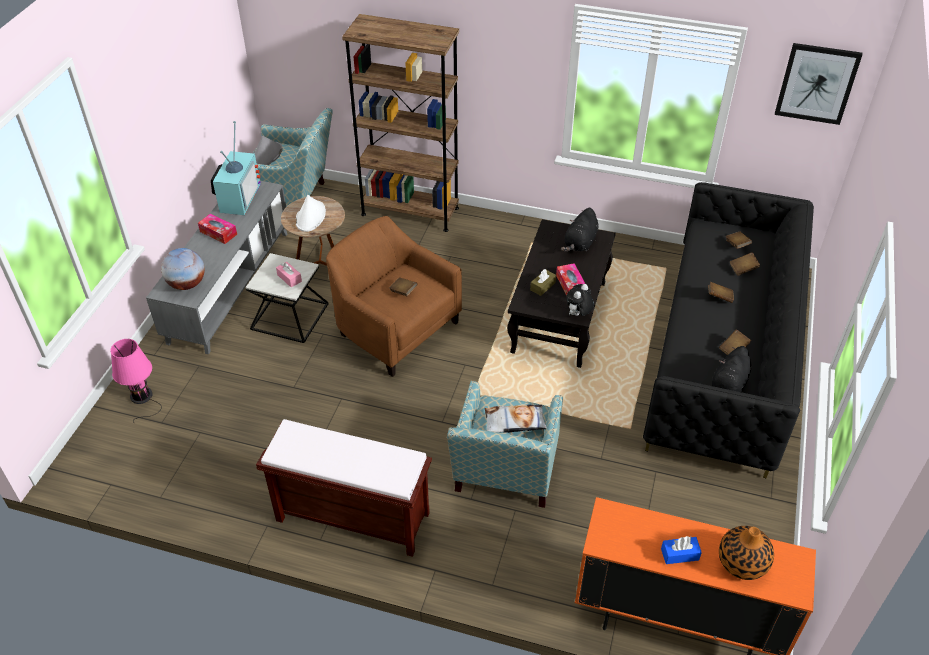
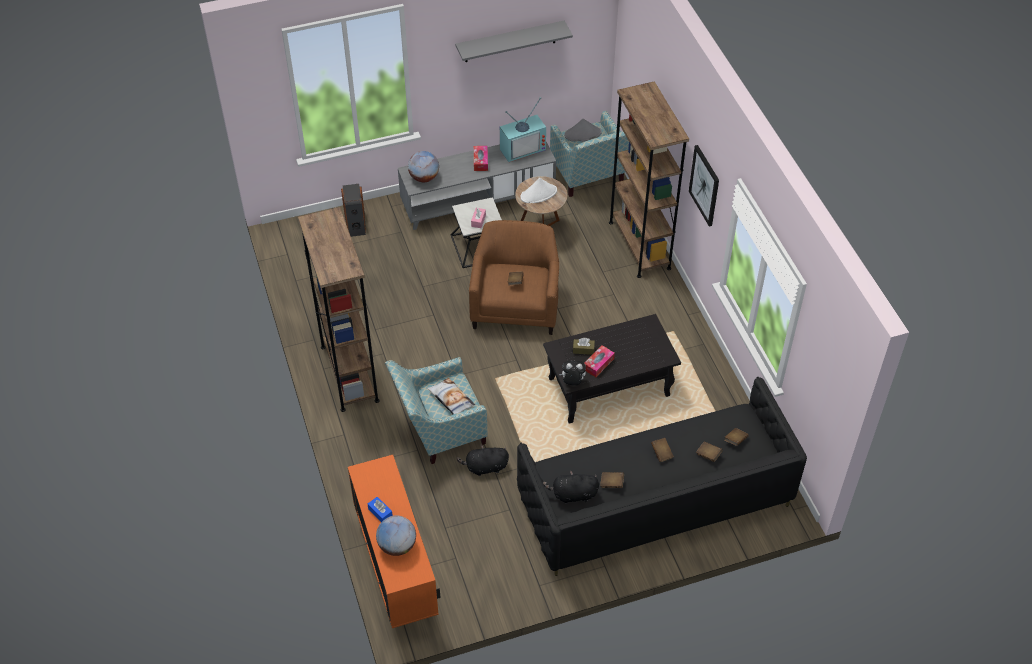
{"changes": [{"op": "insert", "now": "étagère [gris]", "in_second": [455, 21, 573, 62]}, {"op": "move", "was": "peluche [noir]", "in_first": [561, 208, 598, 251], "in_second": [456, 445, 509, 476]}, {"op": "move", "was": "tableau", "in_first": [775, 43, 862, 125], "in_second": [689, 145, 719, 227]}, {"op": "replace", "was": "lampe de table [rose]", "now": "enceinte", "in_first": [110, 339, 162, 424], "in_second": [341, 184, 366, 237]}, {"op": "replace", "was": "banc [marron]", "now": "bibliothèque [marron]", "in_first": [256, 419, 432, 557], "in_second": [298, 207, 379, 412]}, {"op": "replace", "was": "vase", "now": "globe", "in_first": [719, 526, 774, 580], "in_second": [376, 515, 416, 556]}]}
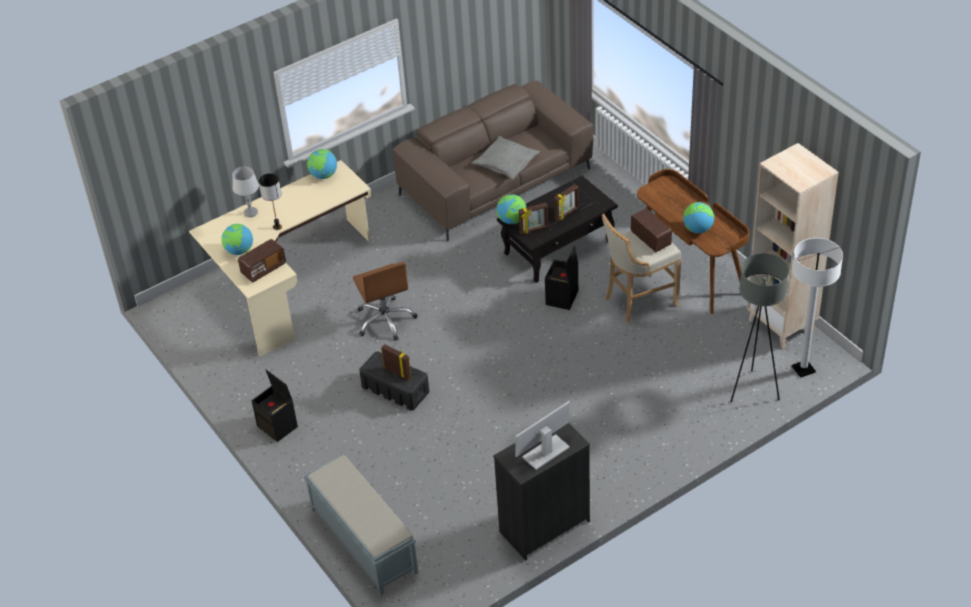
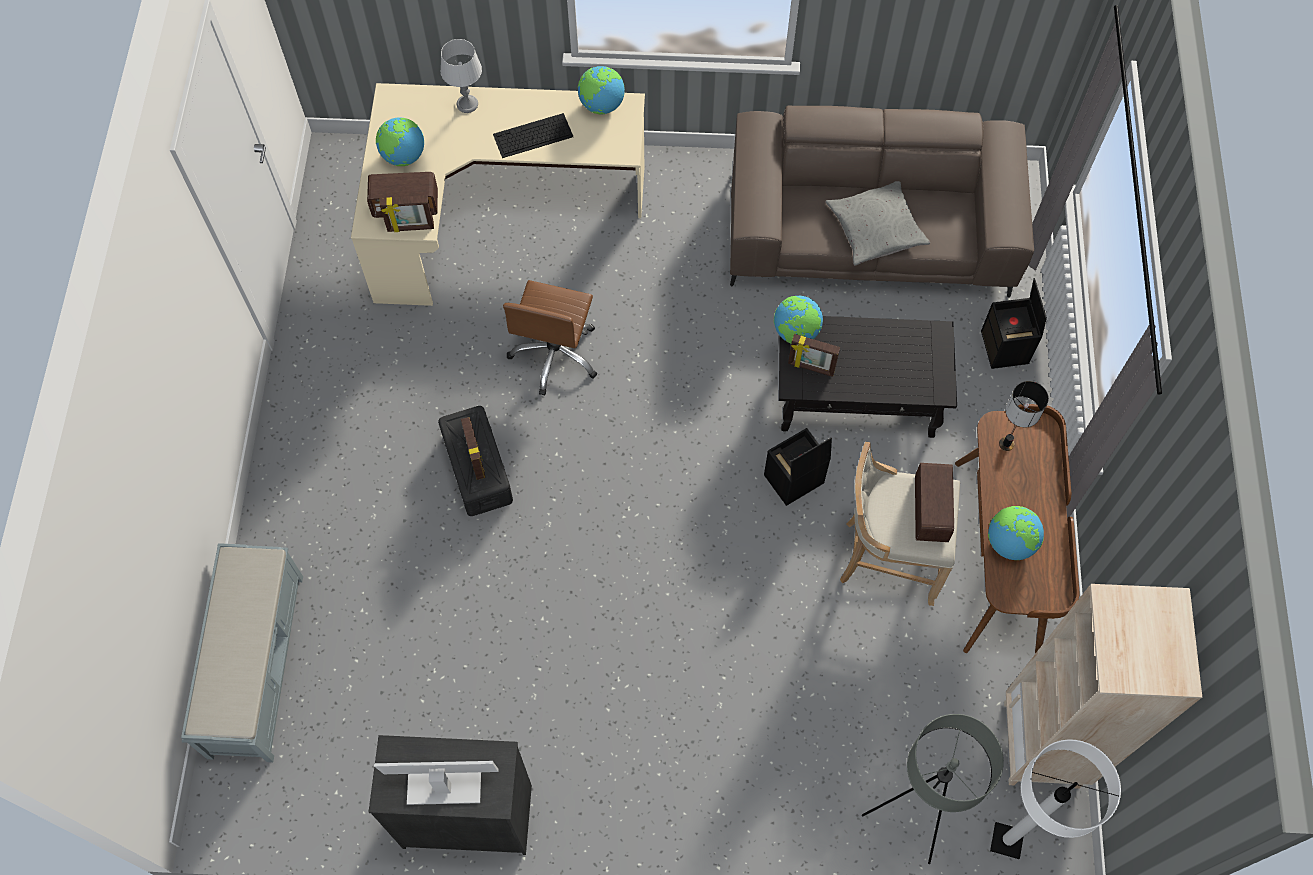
{"changes": [{"op": "insert", "now": "clavier", "in_second": [493, 113, 574, 158]}, {"op": "move", "was": "boîte de rangement [noir]", "in_first": [252, 369, 298, 442], "in_second": [981, 278, 1047, 369]}, {"op": "move", "was": "lampe de table", "in_first": [259, 173, 282, 230], "in_second": [999, 381, 1049, 451]}, {"op": "move", "was": "cadre photo", "in_first": [554, 184, 578, 221], "in_second": [380, 195, 434, 232]}]}
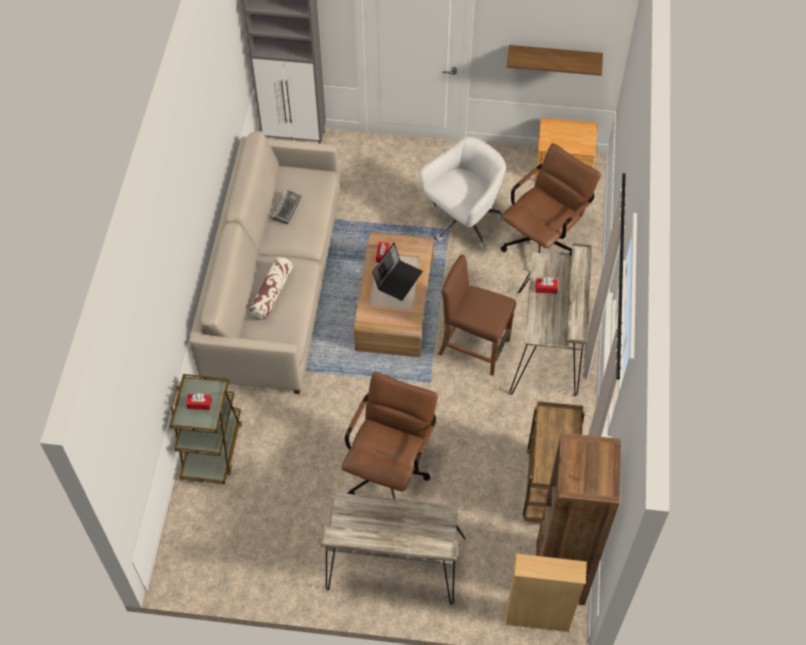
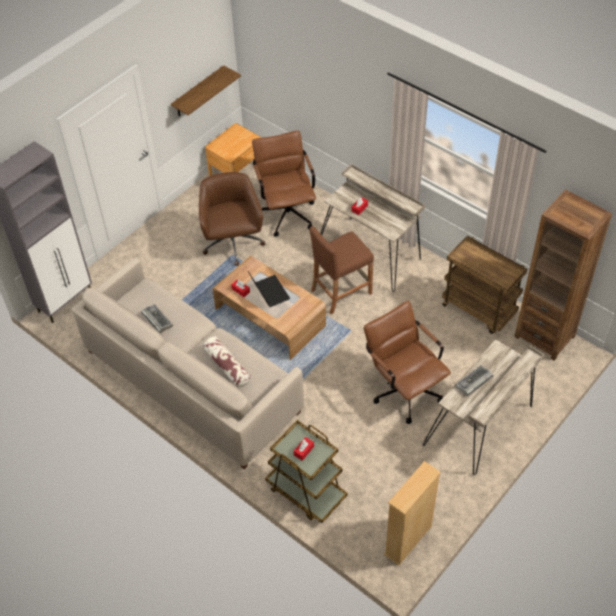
{"changes": [{"op": "insert", "now": "clavier", "in_second": [455, 365, 493, 396]}, {"op": "move", "was": "bibliothèque [beige]", "in_first": [505, 554, 587, 632], "in_second": [384, 461, 441, 565]}, {"op": "recolor", "was": "chaise de bureau [blanc]", "now": "chaise de bureau [marron]", "in_first": [420, 137, 506, 248], "in_second": [199, 172, 265, 266]}]}
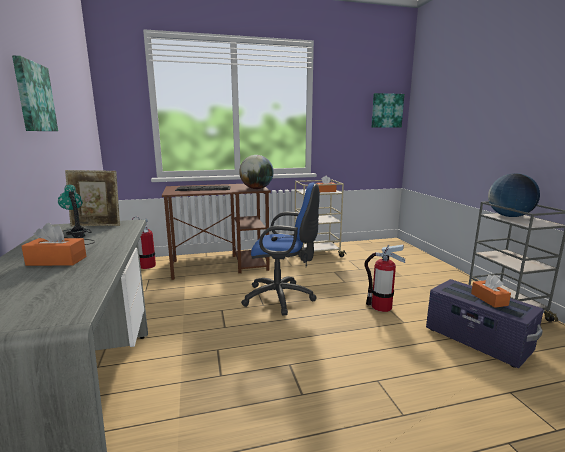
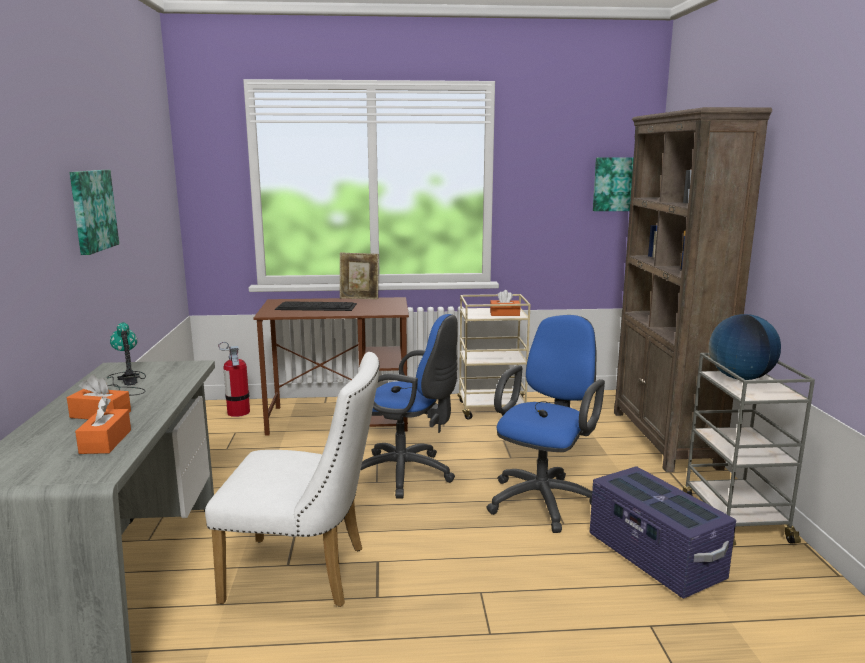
{"changes": [{"op": "delete", "was": "globe", "in_first": [239, 155, 274, 189]}, {"op": "insert", "now": "chaise [blanc]", "in_second": [205, 352, 380, 607]}, {"op": "insert", "now": "bibliothèque [marron]", "in_second": [614, 107, 772, 472]}, {"op": "move", "was": "cadre photo", "in_first": [65, 170, 120, 227], "in_second": [340, 252, 379, 299]}, {"op": "move", "was": "boîte à mouchoirs [orange]", "in_first": [471, 275, 511, 308], "in_second": [75, 397, 131, 454]}, {"op": "replace", "was": "extincteur", "now": "chaise de bureau [bleu]", "in_first": [364, 245, 405, 312], "in_second": [486, 315, 605, 533]}]}
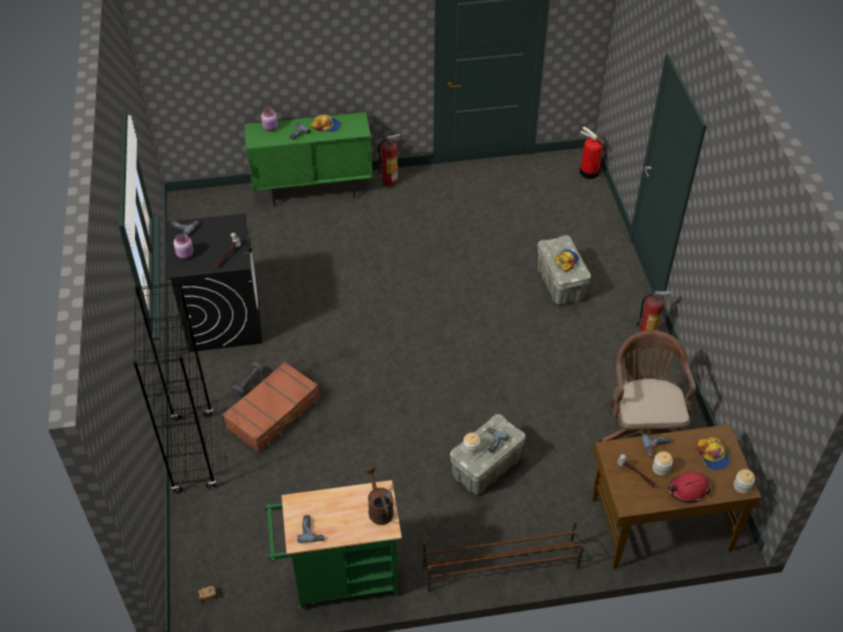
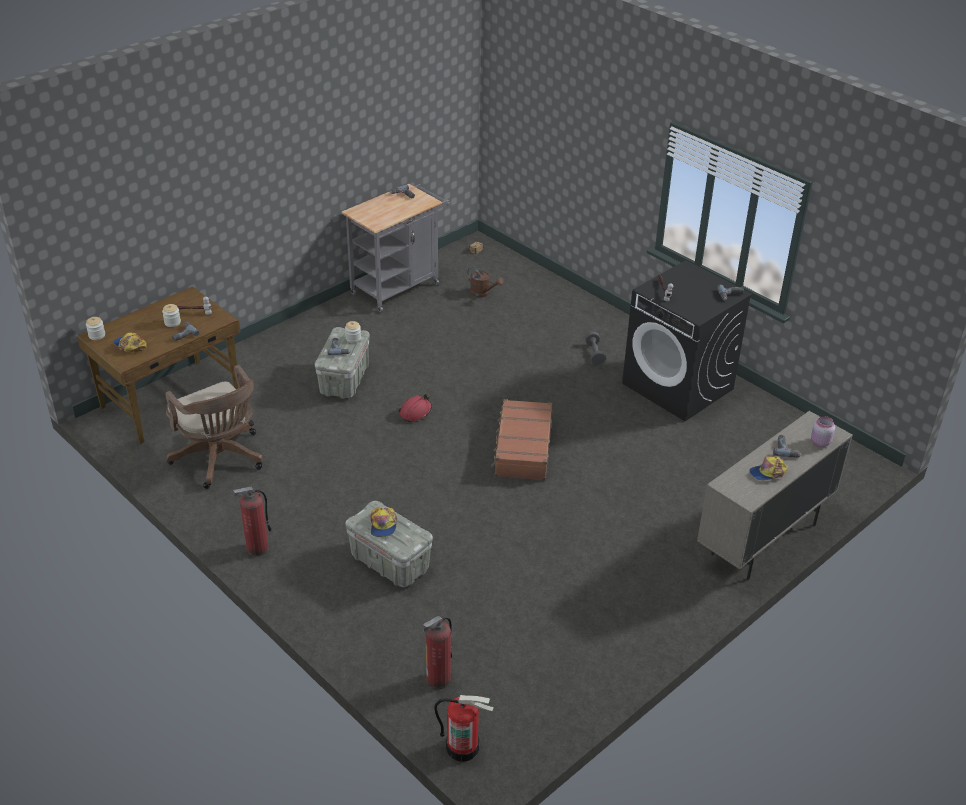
{"changes": [{"op": "delete", "was": "bibliothèque [noir]", "in_first": [133, 281, 216, 493]}, {"op": "delete", "was": "bocal [rose]", "in_first": [174, 233, 193, 259]}, {"op": "delete", "was": "étagère à chaussures [marron]", "in_first": [423, 520, 584, 592]}, {"op": "move", "was": "valise [marron]", "in_first": [223, 362, 320, 452], "in_second": [491, 399, 553, 480]}, {"op": "move", "was": "arrosoir [marron]", "in_first": [365, 466, 394, 525], "in_second": [467, 267, 504, 298]}, {"op": "move", "was": "extincteur", "in_first": [378, 134, 400, 187], "in_second": [423, 615, 452, 689]}, {"op": "move", "was": "casque de chantier [rouge]", "in_first": [668, 472, 710, 502], "in_second": [398, 394, 432, 422]}, {"op": "recolor", "was": "meuble de rangement [vert]", "now": "meuble de rangement [beige]", "in_first": [244, 112, 373, 206], "in_second": [697, 411, 853, 580]}, {"op": "recolor", "was": "chariot [vert]", "now": "chariot [gris]", "in_first": [265, 480, 402, 609], "in_second": [342, 184, 450, 312]}]}
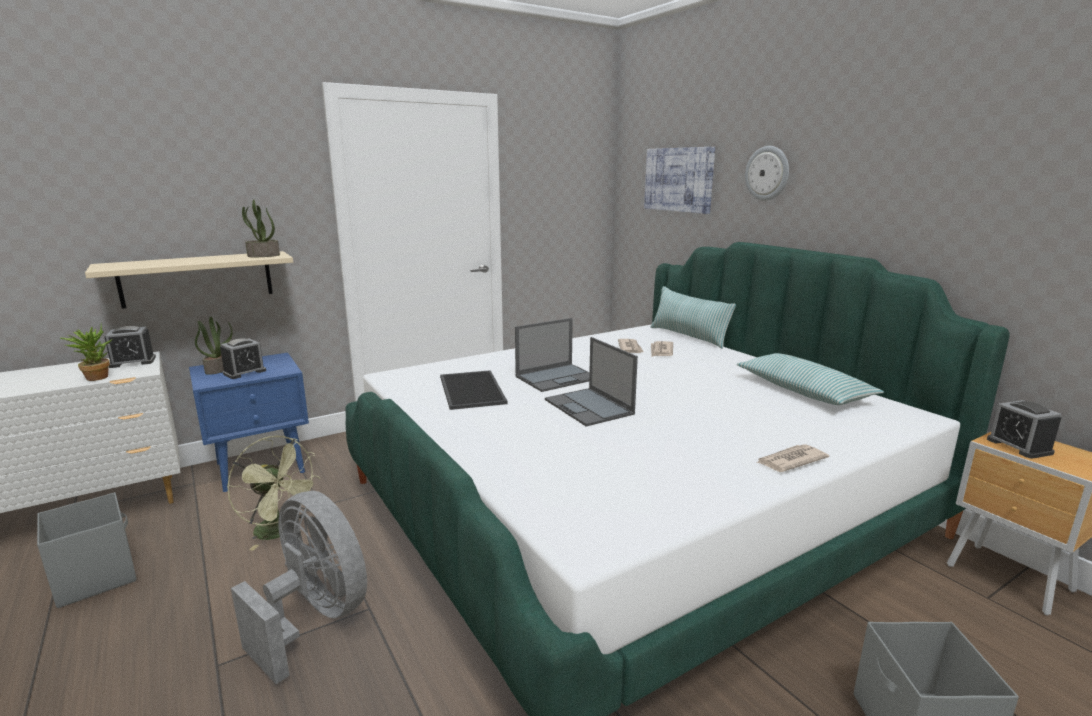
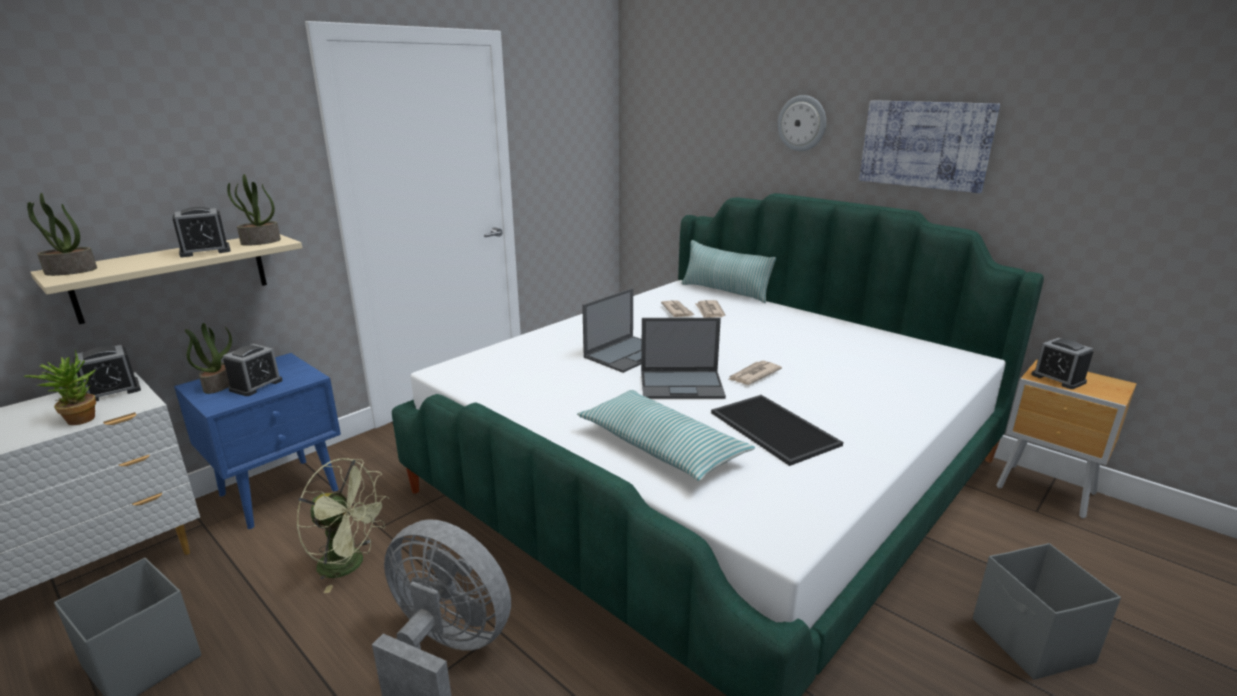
{"changes": [{"op": "insert", "now": "plante en pot", "in_second": [27, 193, 97, 276]}, {"op": "insert", "now": "réveil", "in_second": [172, 207, 231, 257]}, {"op": "move", "was": "plateau", "in_first": [440, 370, 507, 410], "in_second": [711, 395, 843, 466]}, {"op": "move", "was": "tableau", "in_first": [644, 147, 715, 214], "in_second": [859, 100, 1000, 193]}, {"op": "move", "was": "coussin", "in_first": [737, 353, 884, 405], "in_second": [577, 390, 755, 481]}, {"op": "move", "was": "journal", "in_first": [756, 444, 829, 472], "in_second": [728, 361, 782, 385]}, {"op": "rotate", "was": "ordinateur portable", "in_first": [545, 337, 638, 426], "in_second": [641, 318, 726, 399], "clockwise": -45}]}
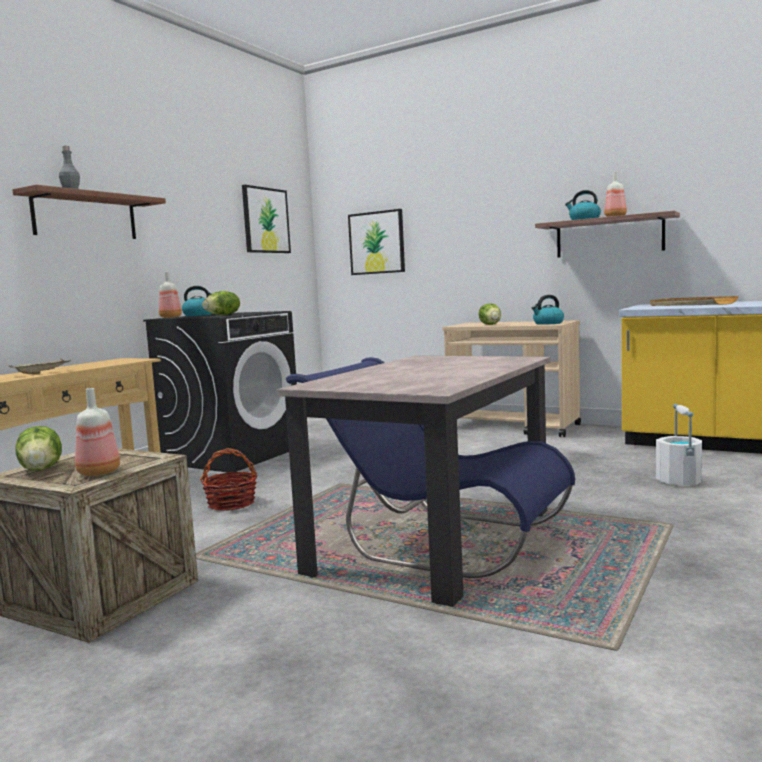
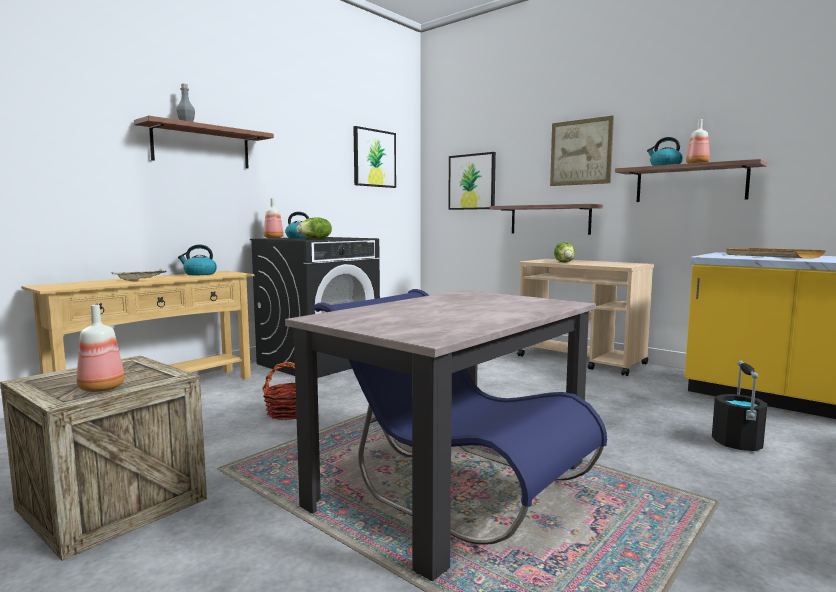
{"changes": [{"op": "delete", "was": "laitue", "in_first": [15, 426, 62, 471]}, {"op": "insert", "now": "étagère", "in_second": [490, 204, 603, 235]}, {"op": "insert", "now": "tableau", "in_second": [550, 116, 614, 186]}, {"op": "move", "was": "bouilloire", "in_first": [531, 295, 564, 325], "in_second": [178, 245, 217, 275]}, {"op": "recolor", "was": "seau [blanc]", "now": "seau [noir]", "in_first": [656, 404, 702, 486], "in_second": [712, 361, 767, 451]}]}
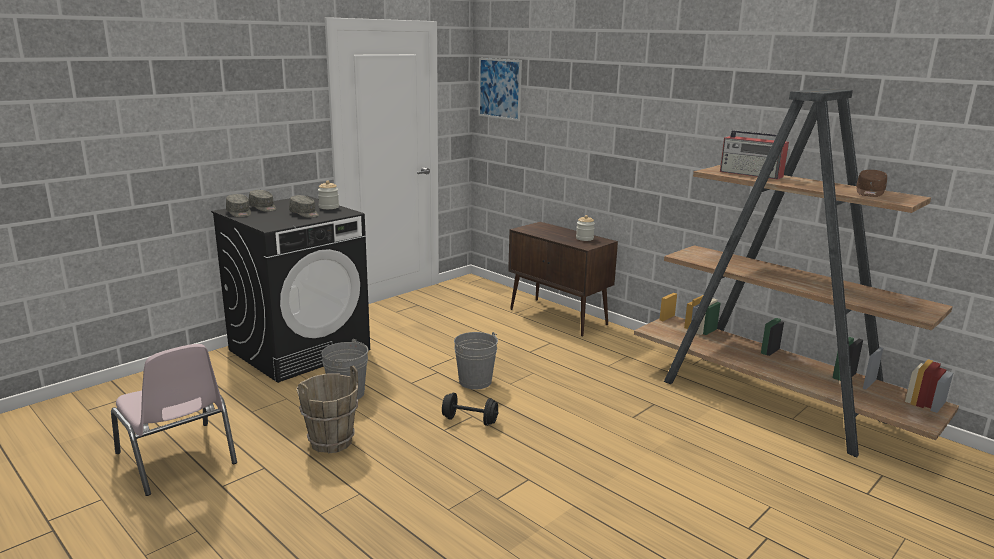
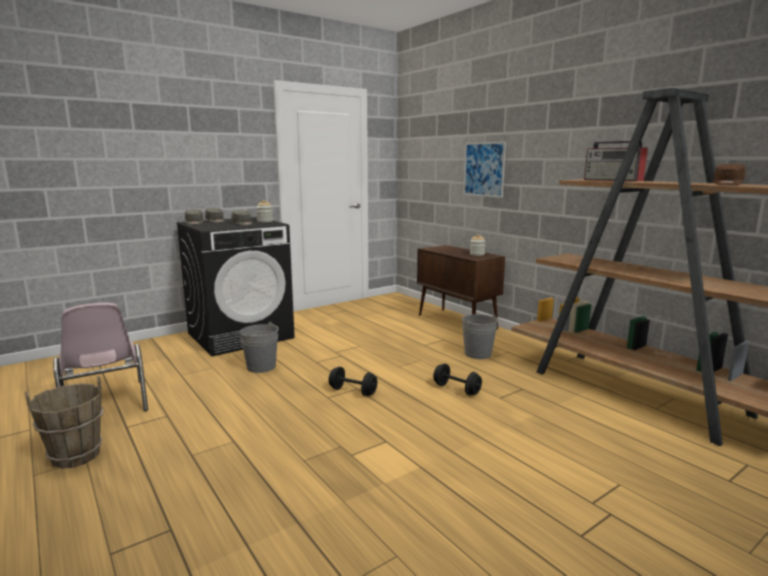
{"changes": [{"op": "insert", "now": "haltère [noir]", "in_second": [433, 364, 482, 396]}, {"op": "move", "was": "seau [marron]", "in_first": [297, 366, 358, 454], "in_second": [25, 376, 103, 469]}, {"op": "move", "was": "seau [gris]", "in_first": [454, 332, 498, 389], "in_second": [462, 314, 498, 359]}, {"op": "move", "was": "tableau", "in_first": [478, 58, 522, 121], "in_second": [463, 141, 506, 198]}]}
